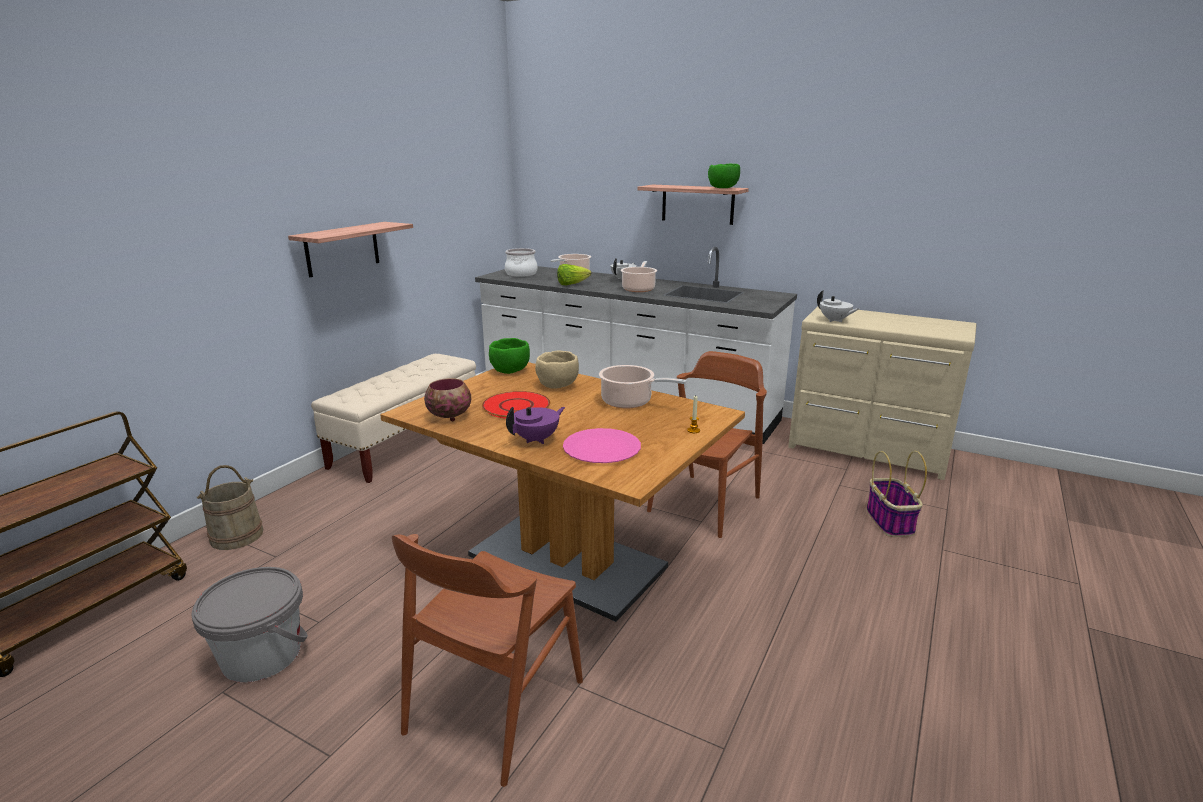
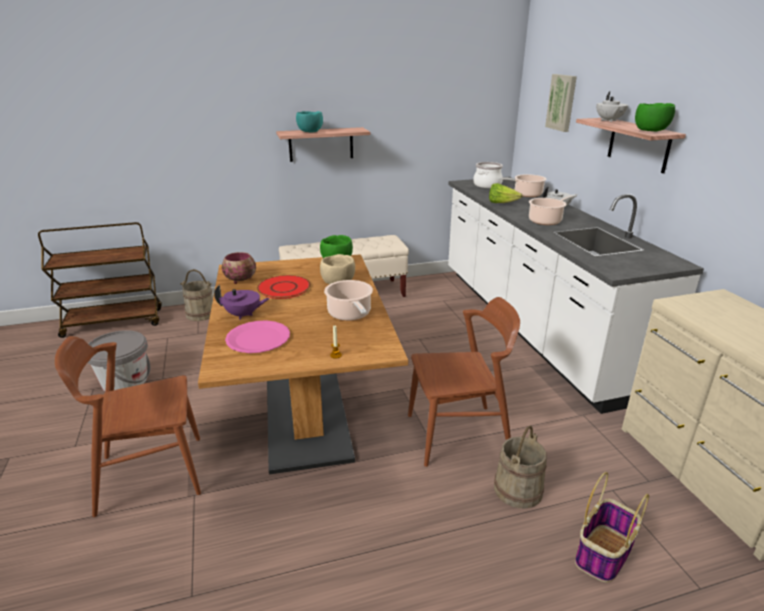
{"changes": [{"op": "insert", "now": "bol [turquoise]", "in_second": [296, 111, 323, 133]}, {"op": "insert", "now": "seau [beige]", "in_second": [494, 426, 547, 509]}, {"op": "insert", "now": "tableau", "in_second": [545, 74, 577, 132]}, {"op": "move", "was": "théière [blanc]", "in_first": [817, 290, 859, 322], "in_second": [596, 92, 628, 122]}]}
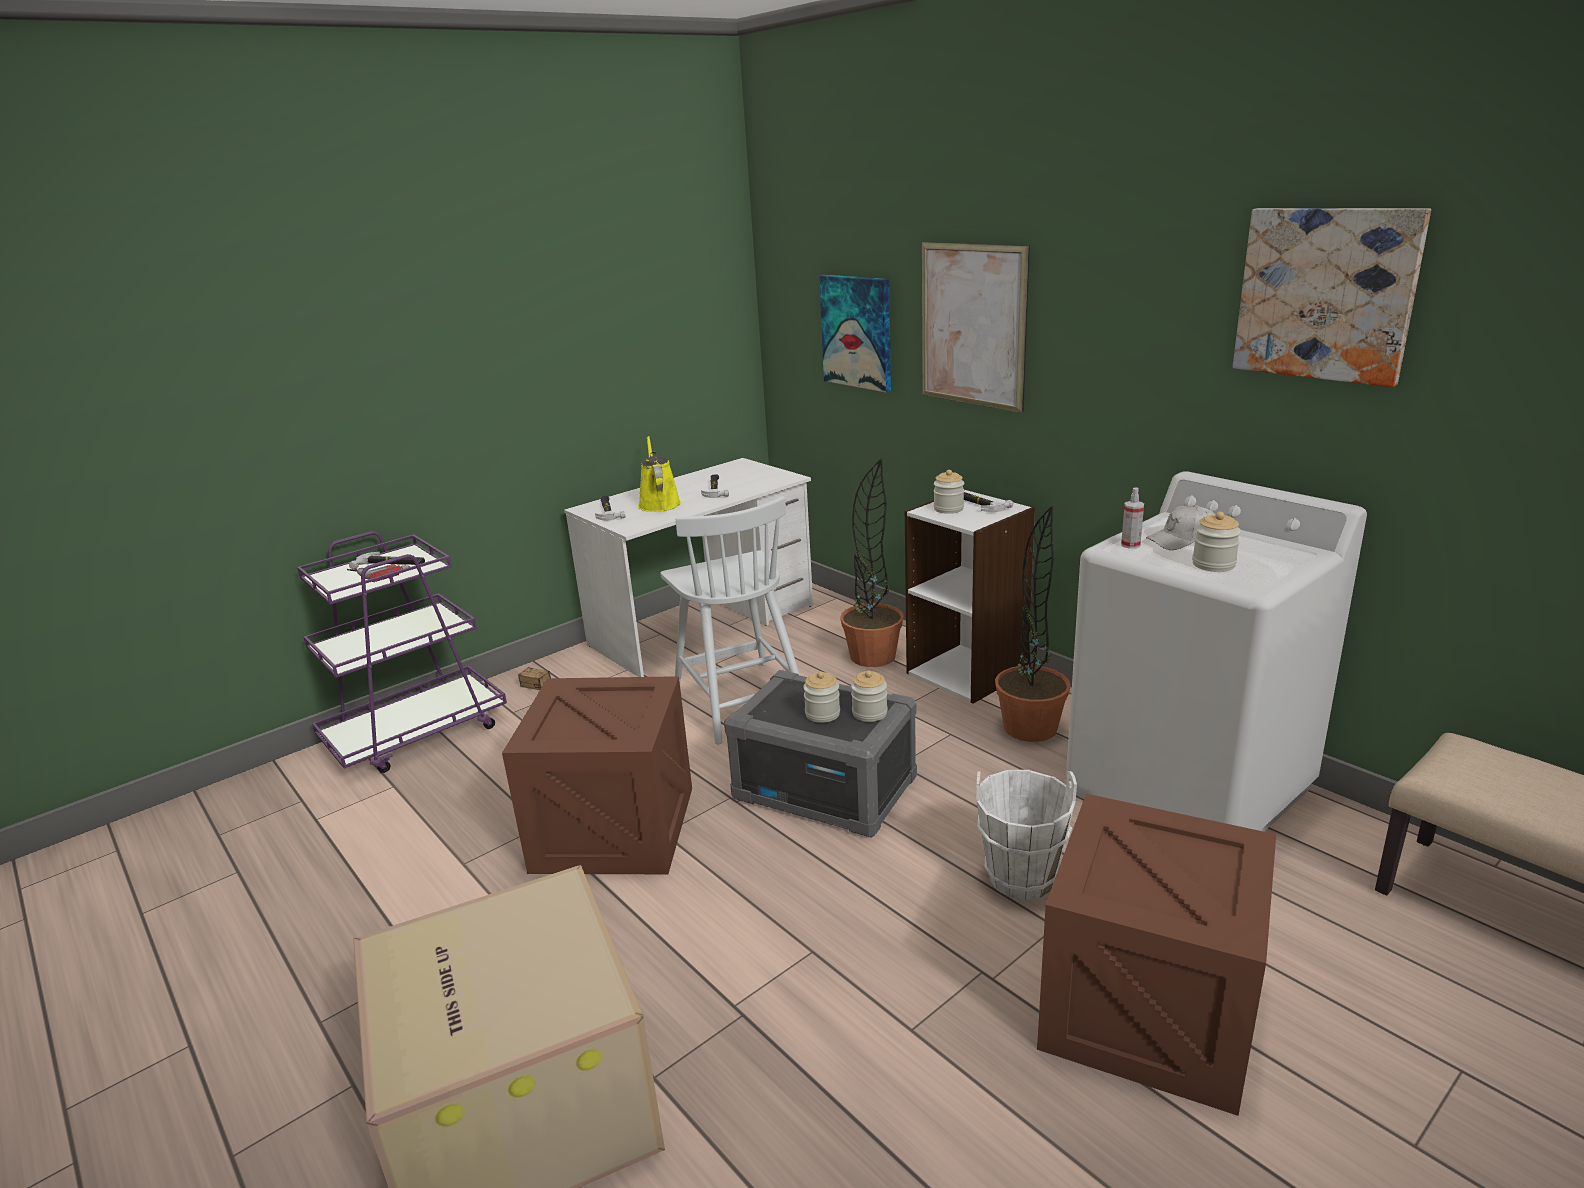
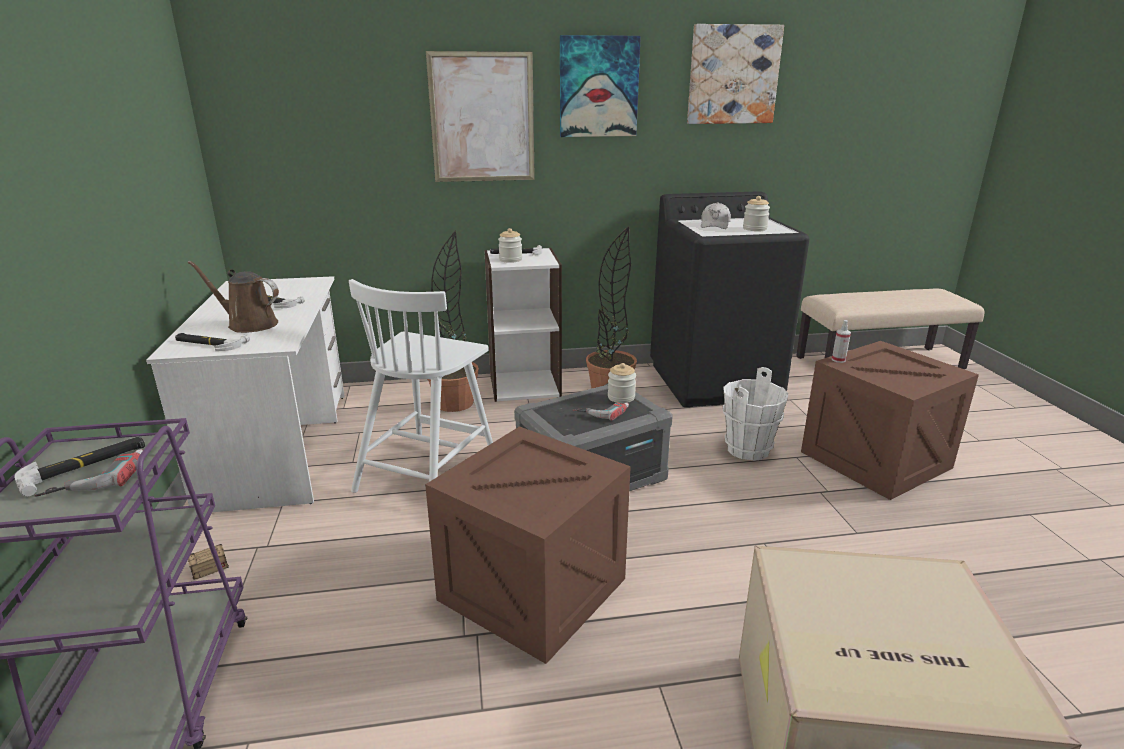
{"changes": [{"op": "move", "was": "tableau", "in_first": [819, 275, 891, 392], "in_second": [560, 35, 641, 137]}, {"op": "move", "was": "vaporisateur", "in_first": [1121, 488, 1144, 549], "in_second": [832, 320, 851, 363]}, {"op": "replace", "was": "bocal", "now": "perceuse", "in_first": [803, 671, 840, 723], "in_second": [572, 403, 629, 421]}, {"op": "recolor", "was": "arrosoir [jaune]", "now": "arrosoir [marron]", "in_first": [638, 436, 681, 512], "in_second": [187, 261, 279, 333]}, {"op": "recolor", "was": "lave-linge [blanc]", "now": "lave-linge [noir]", "in_first": [1066, 472, 1367, 832], "in_second": [650, 191, 810, 407]}, {"op": "rotate", "was": "chaise [blanc]", "in_first": [660, 496, 800, 744], "in_second": [349, 279, 493, 493], "clockwise": 105}]}
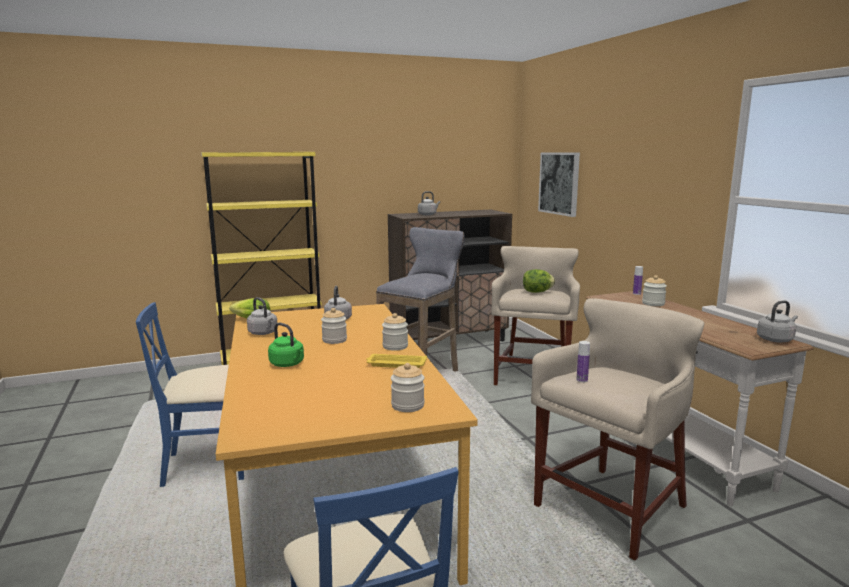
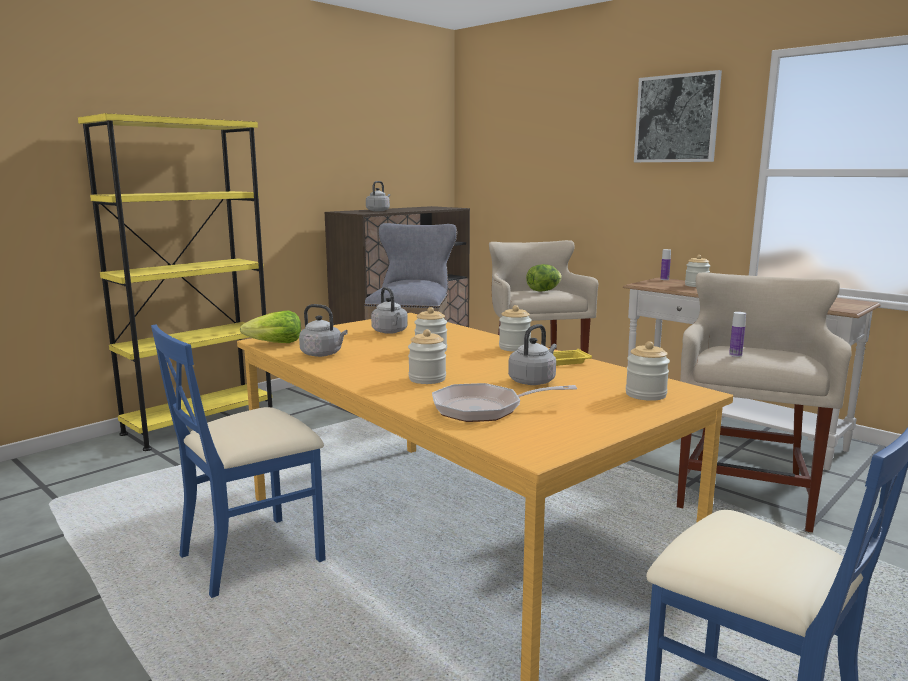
{"changes": [{"op": "insert", "now": "poêle", "in_second": [432, 383, 577, 422]}, {"op": "move", "was": "tableau", "in_first": [538, 152, 580, 217], "in_second": [634, 70, 722, 162]}, {"op": "move", "was": "bouilloire [gris]", "in_first": [757, 300, 798, 342], "in_second": [508, 324, 557, 385]}, {"op": "replace", "was": "bouilloire [vert]", "now": "bocal", "in_first": [268, 323, 304, 367], "in_second": [408, 329, 446, 384]}]}
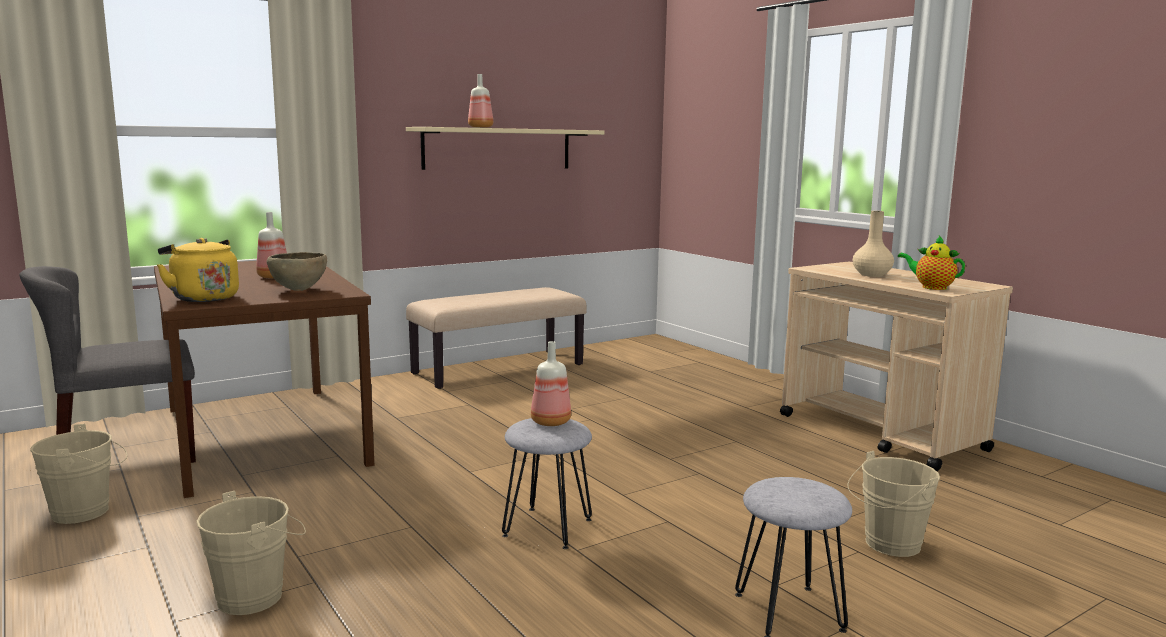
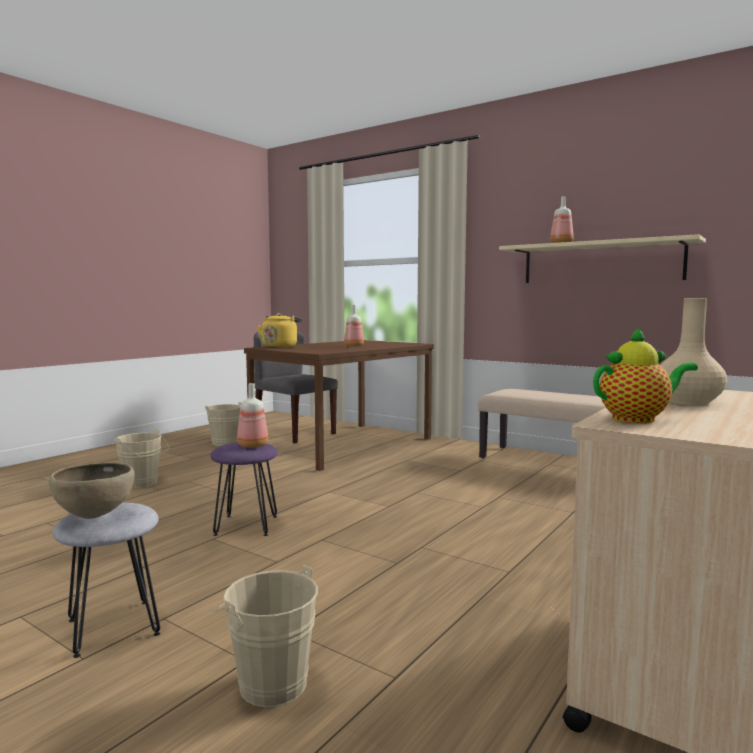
{"changes": [{"op": "move", "was": "bol [marron]", "in_first": [267, 252, 327, 291], "in_second": [49, 462, 134, 519]}, {"op": "recolor", "was": "tabouret [gris]", "now": "tabouret [violet]", "in_first": [502, 418, 592, 549], "in_second": [210, 442, 278, 536]}, {"op": "rotate", "was": "théière", "in_first": [898, 236, 965, 290], "in_second": [593, 327, 698, 423], "clockwise": 60}]}
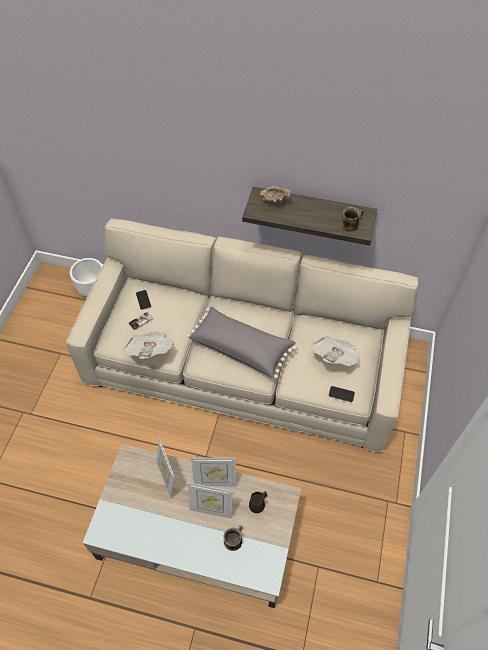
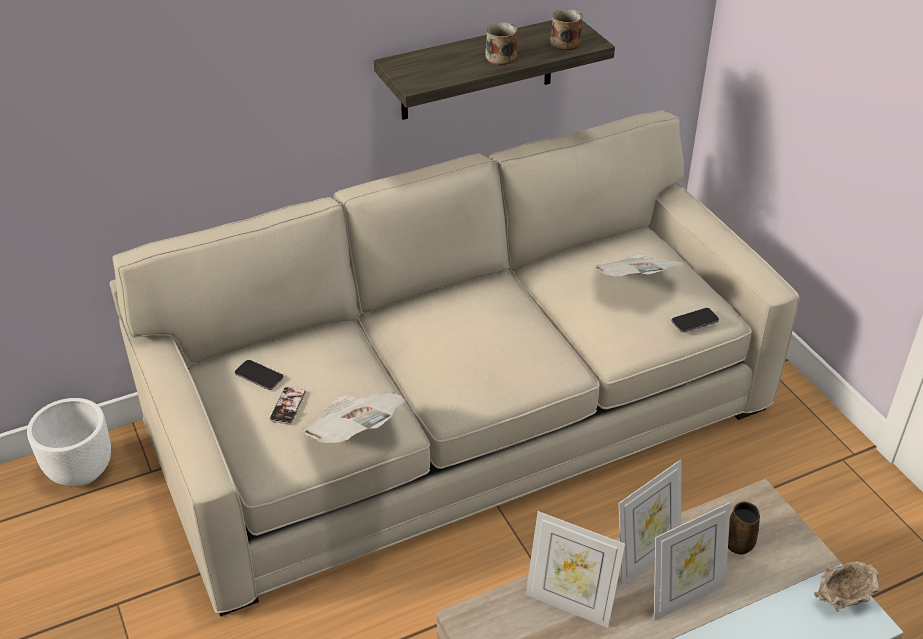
{"changes": [{"op": "delete", "was": "coussin [gris]", "in_first": [186, 307, 296, 379]}, {"op": "move", "was": "mug", "in_first": [224, 525, 242, 551], "in_second": [485, 22, 517, 65]}, {"op": "move", "was": "bol [beige]", "in_first": [260, 186, 290, 203], "in_second": [814, 561, 880, 612]}]}
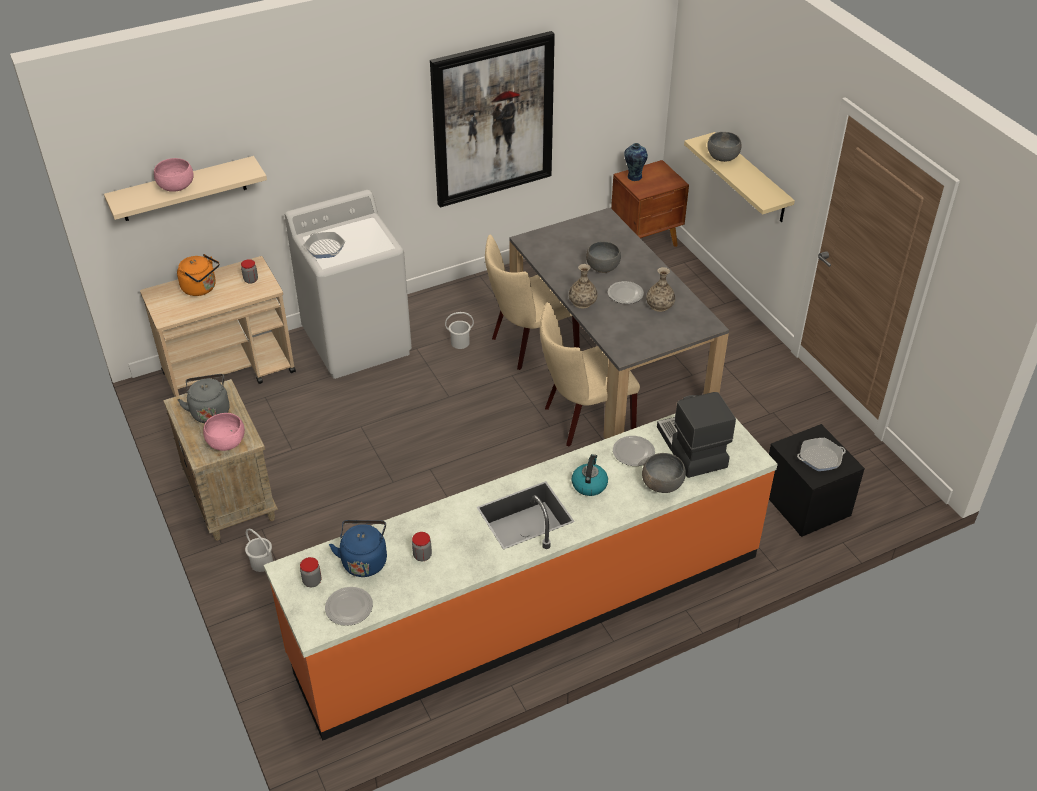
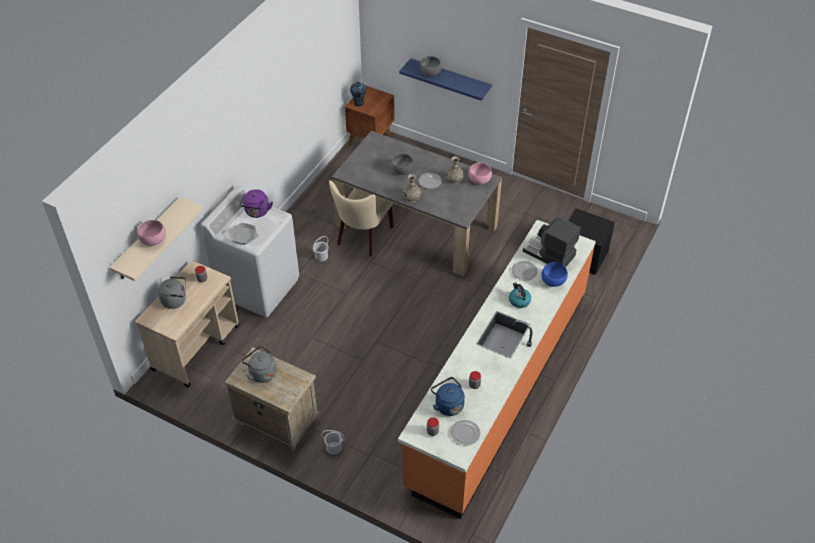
{"changes": [{"op": "delete", "was": "tableau", "in_first": [430, 31, 555, 208]}, {"op": "delete", "was": "chaise [beige]", "in_first": [540, 302, 640, 446]}, {"op": "delete", "was": "poêle", "in_first": [797, 438, 846, 471]}, {"op": "insert", "now": "bouilloire [violet]", "in_second": [240, 189, 273, 218]}, {"op": "move", "was": "bol [rose]", "in_first": [203, 413, 245, 451], "in_second": [468, 163, 492, 184]}, {"op": "recolor", "was": "bouilloire [orange]", "now": "bouilloire [gris]", "in_first": [177, 254, 219, 296], "in_second": [158, 276, 186, 309]}, {"op": "recolor", "was": "bol [gris]", "now": "bol [bleu]", "in_first": [642, 453, 686, 493], "in_second": [541, 262, 568, 287]}, {"op": "recolor", "was": "étagère [beige]", "now": "étagère [bleu]", "in_first": [684, 132, 795, 222], "in_second": [399, 58, 492, 101]}]}
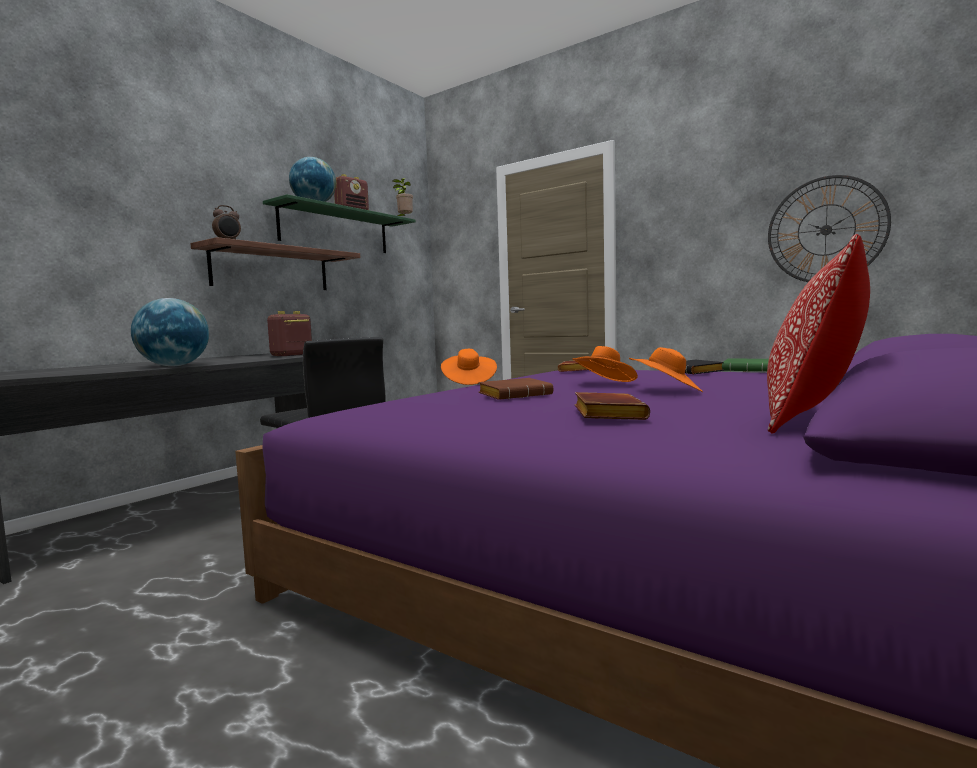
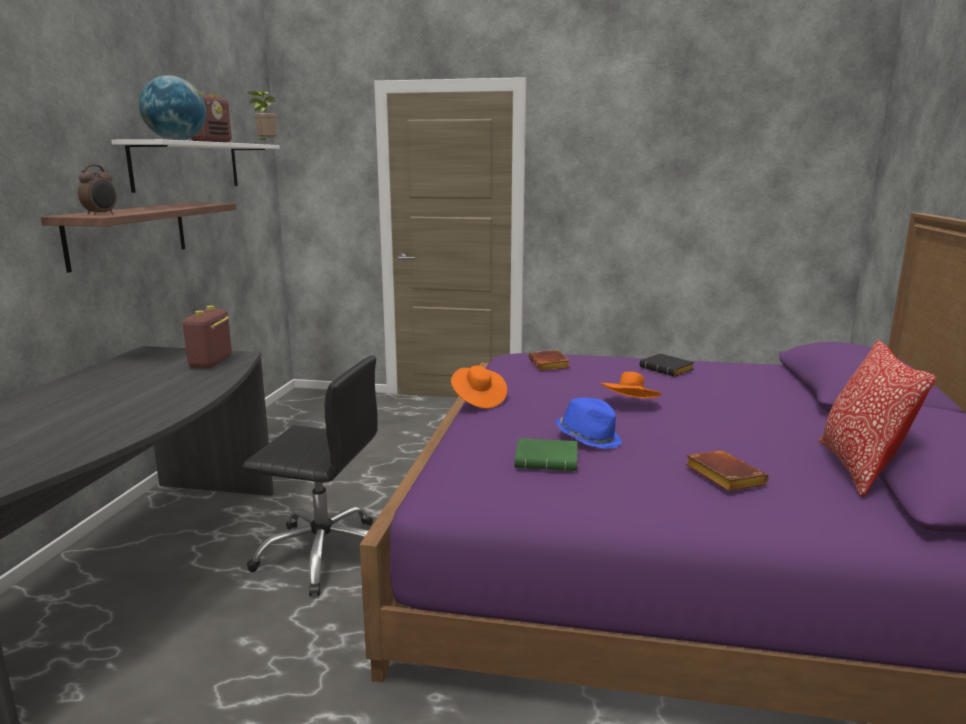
{"changes": [{"op": "delete", "was": "globe", "in_first": [131, 298, 209, 366]}, {"op": "delete", "was": "chapeau [orange]", "in_first": [629, 347, 703, 393]}, {"op": "delete", "was": "horloge murale", "in_first": [768, 175, 891, 282]}, {"op": "move", "was": "livre [vert]", "in_first": [722, 359, 769, 372], "in_second": [515, 438, 578, 471]}, {"op": "replace", "was": "livre [marron]", "now": "chapeau [bleu]", "in_first": [478, 378, 553, 400], "in_second": [556, 398, 622, 449]}, {"op": "recolor", "was": "étagère [vert]", "now": "étagère [blanc]", "in_first": [263, 194, 416, 253], "in_second": [111, 139, 280, 193]}]}
